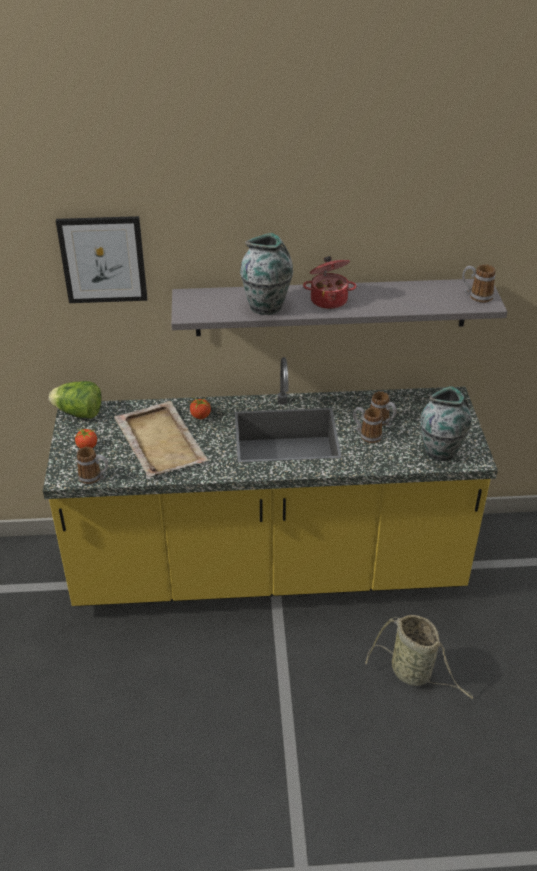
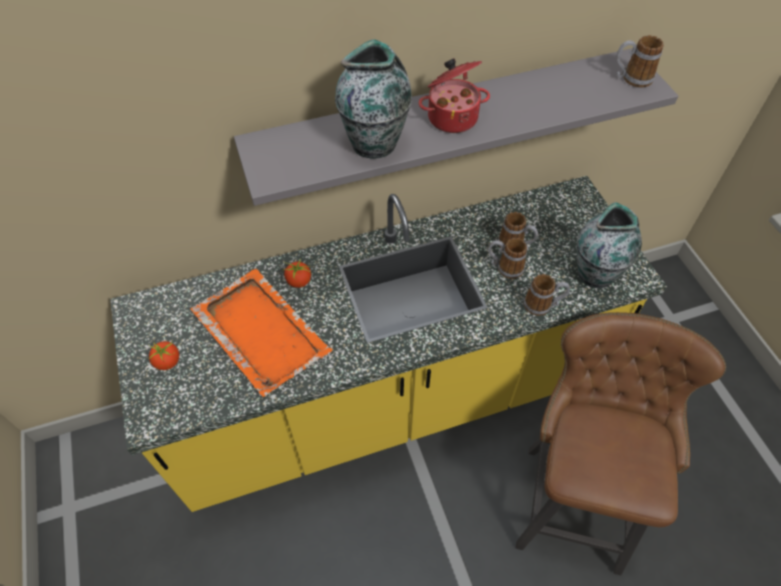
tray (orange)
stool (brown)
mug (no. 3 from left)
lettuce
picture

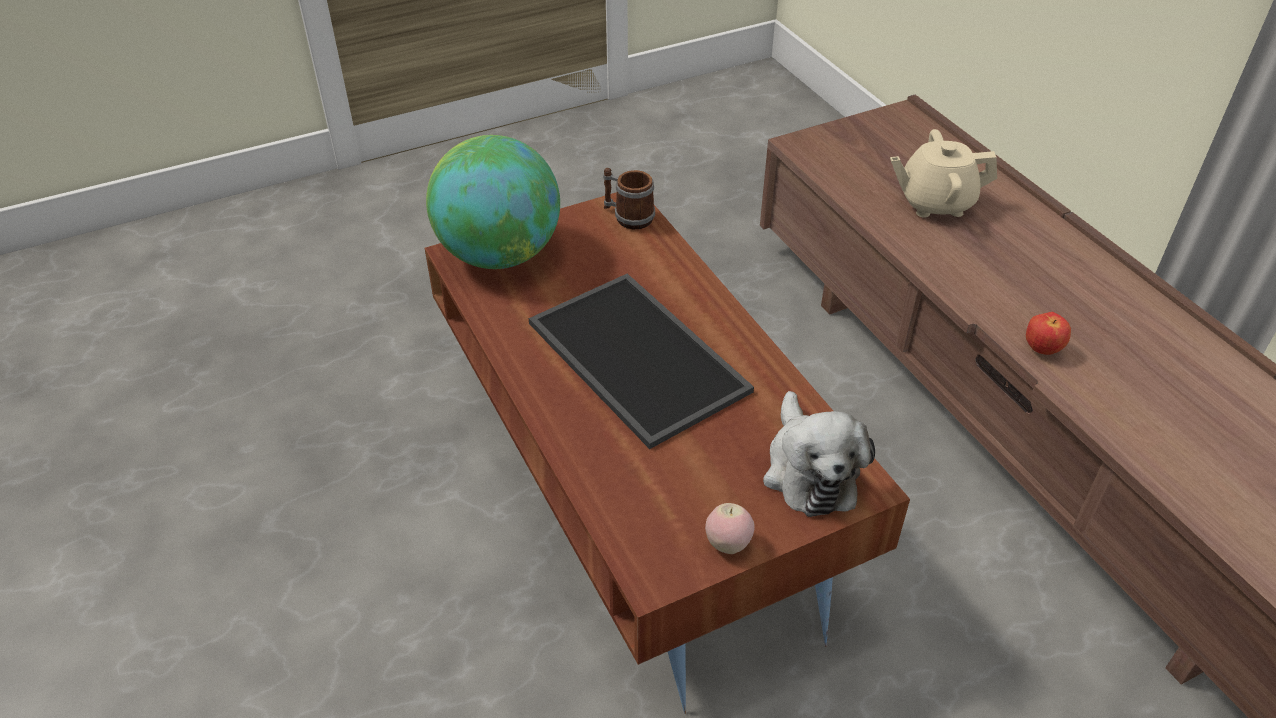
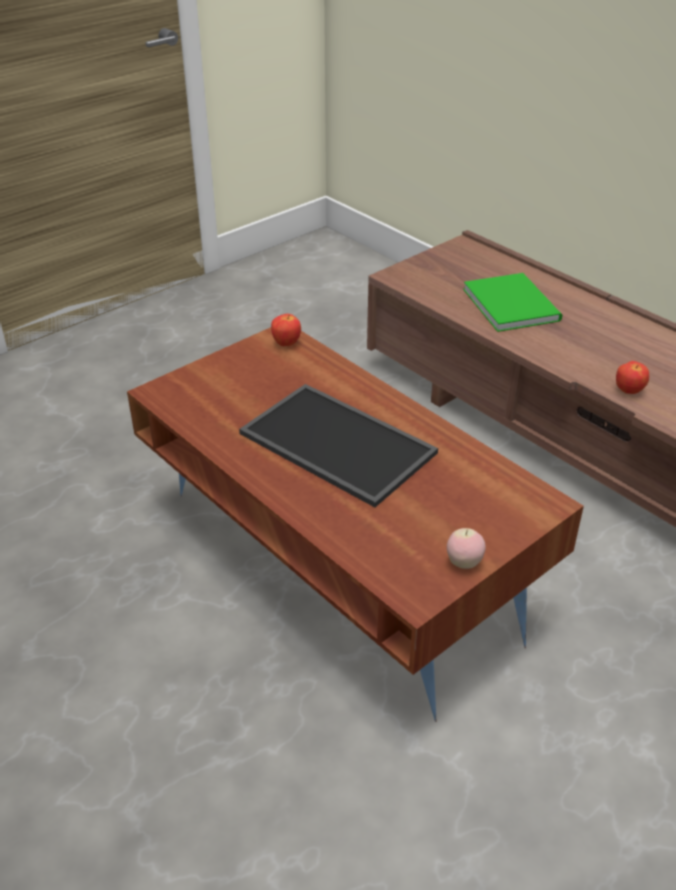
apple (no. 1 from left)
book (green)
globe
plush toy

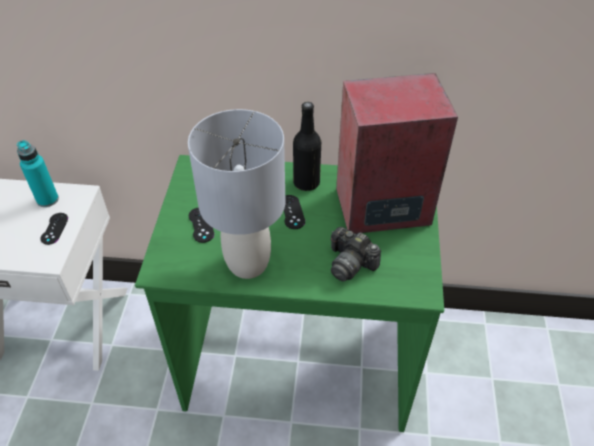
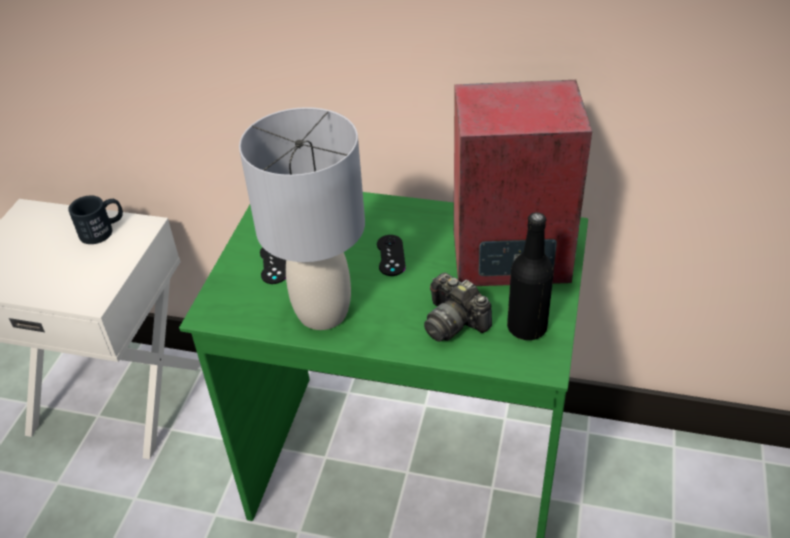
mug (black)
bottle (black)
game controller (black) (no. 1 from left in the first image)

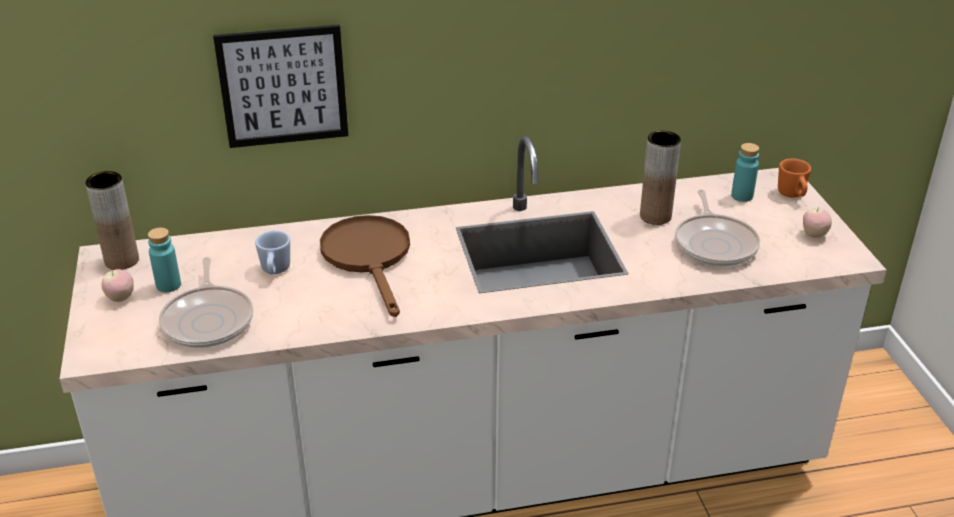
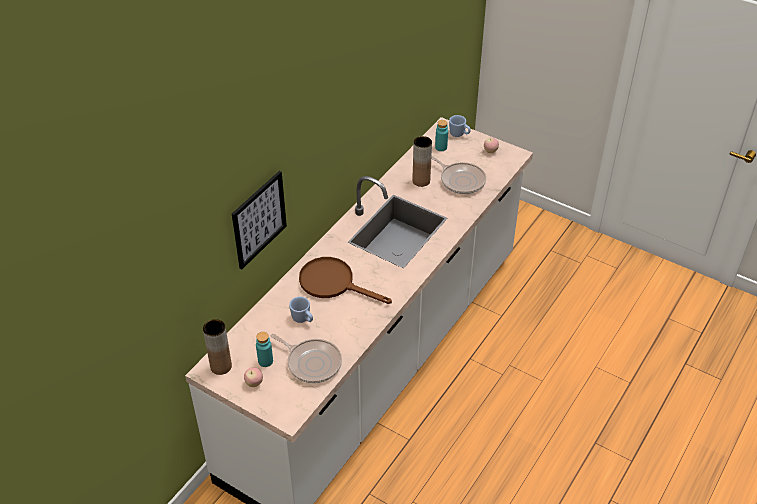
mug (blue) (no. 2 from left)

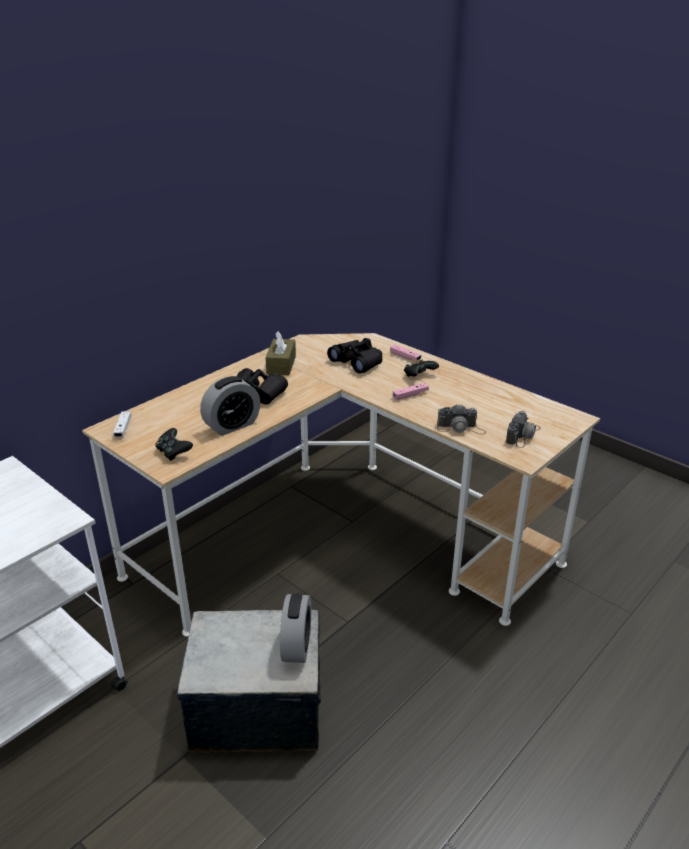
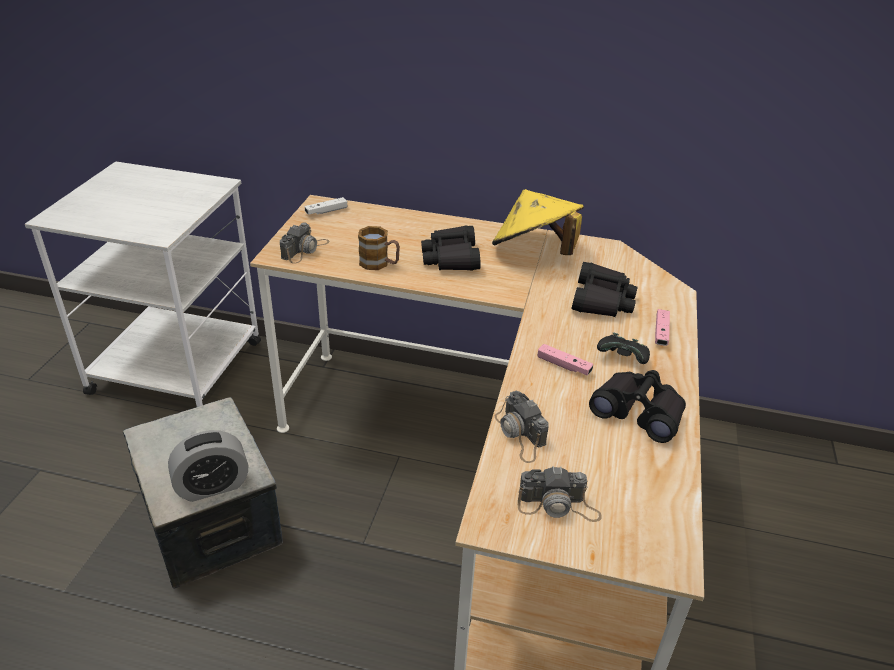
photo camera (no. 1 from left)
mug
hat (yellow)
binoculars (black) (no. 3 from left)

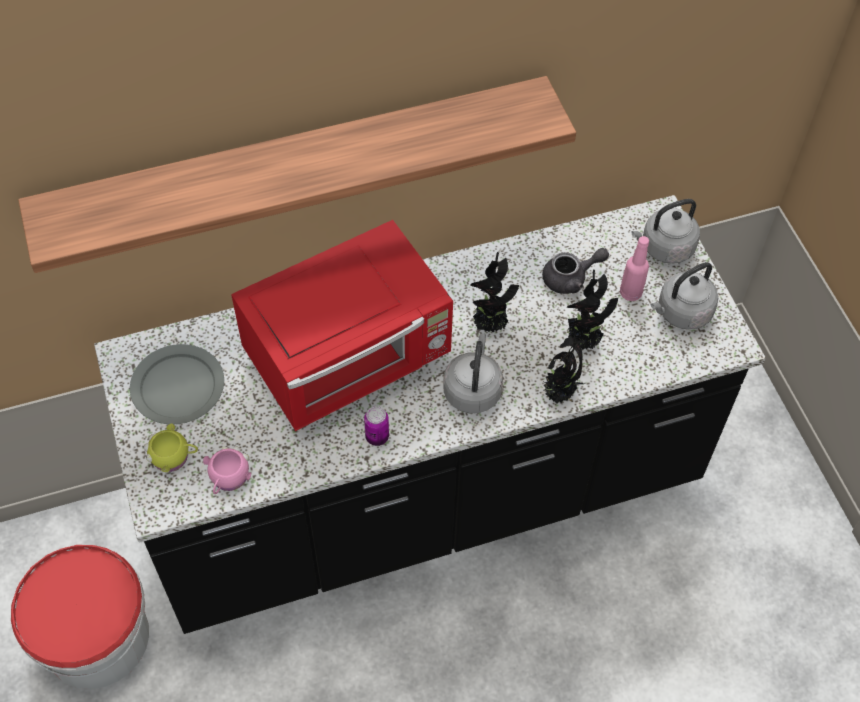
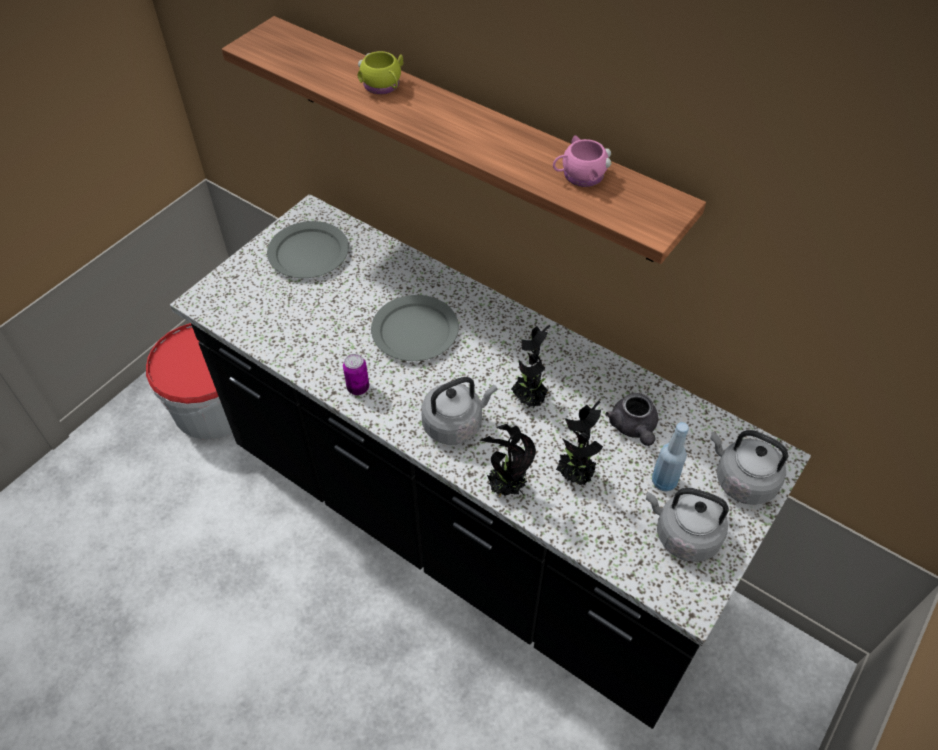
mug (yellow)
plate (grey) (no. 2 from left)
mug (pink)
teapot (grey)
bottle (blue)

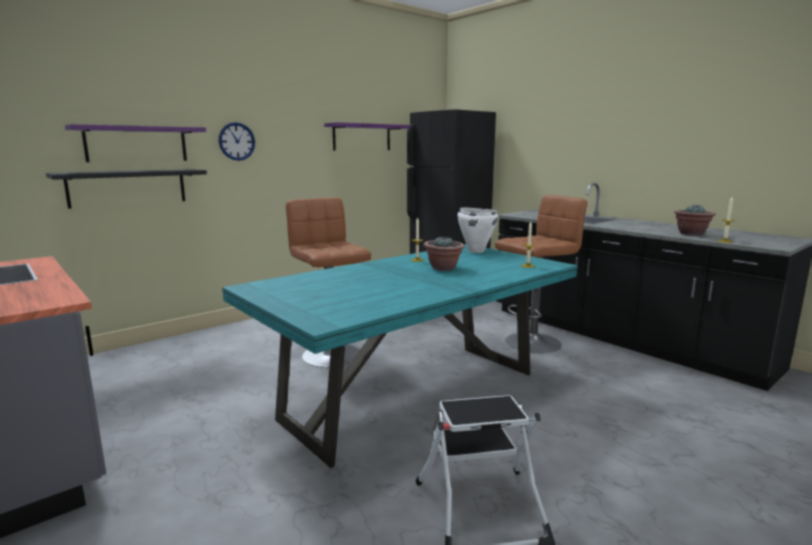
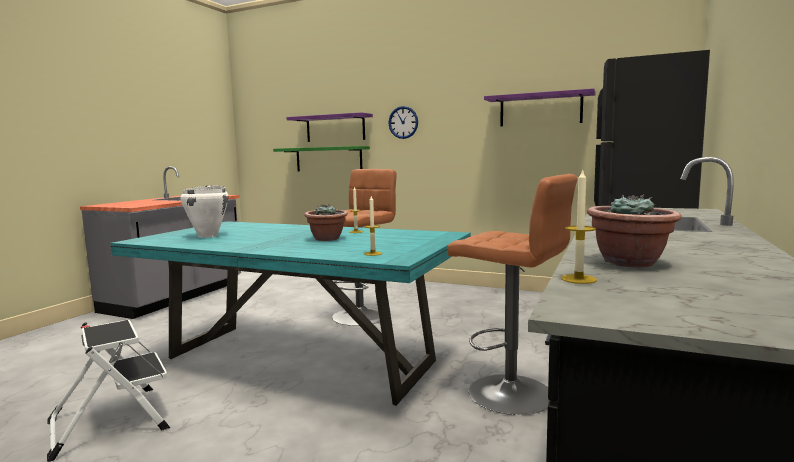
cooking pot (white)
shelf (green)

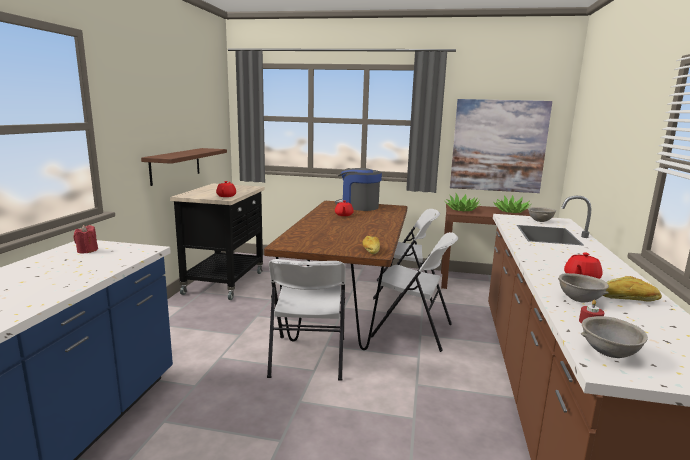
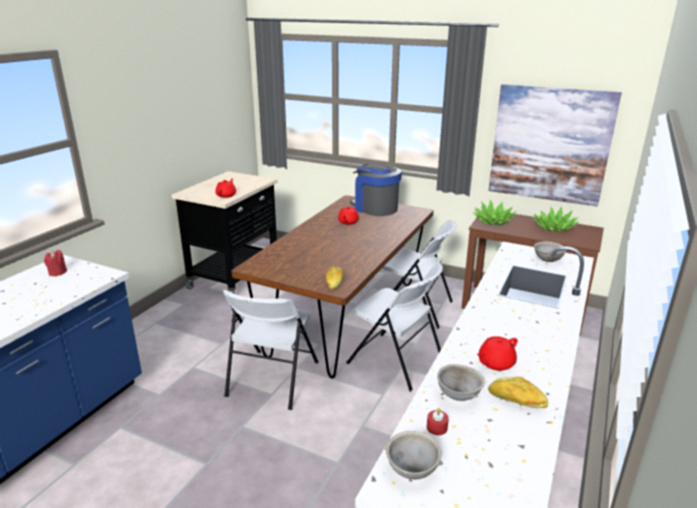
shelf

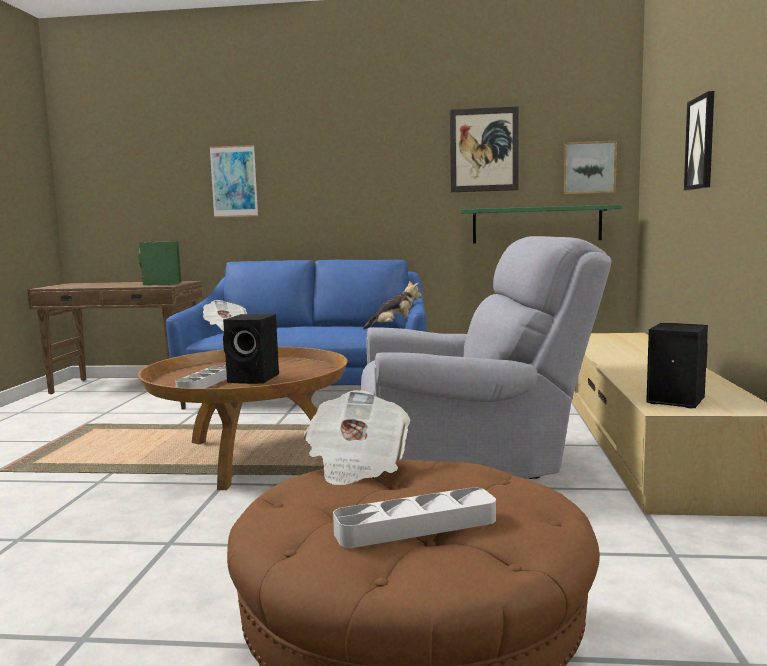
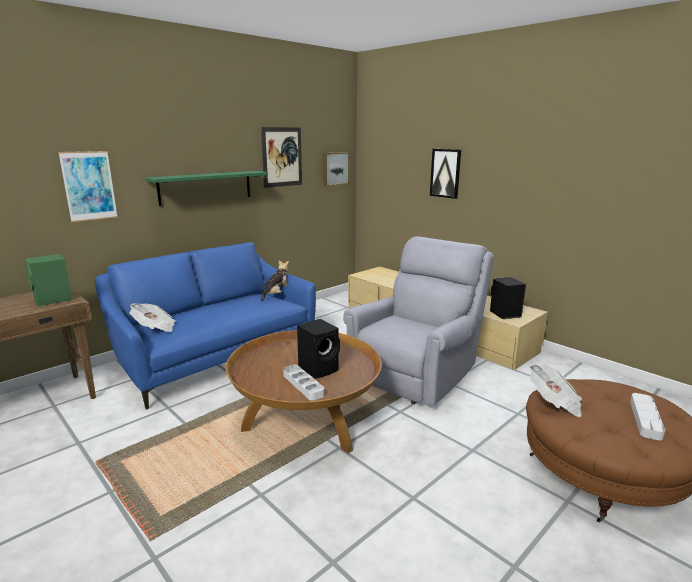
shelf (green)

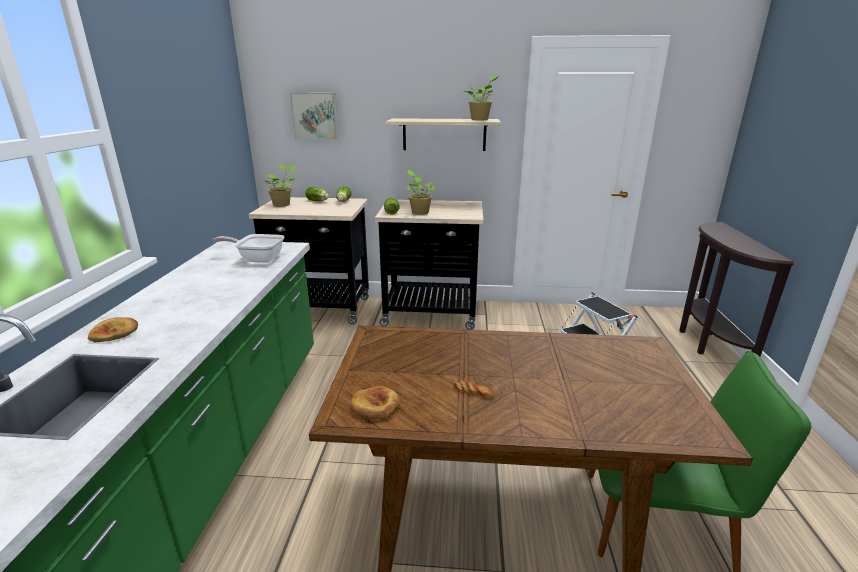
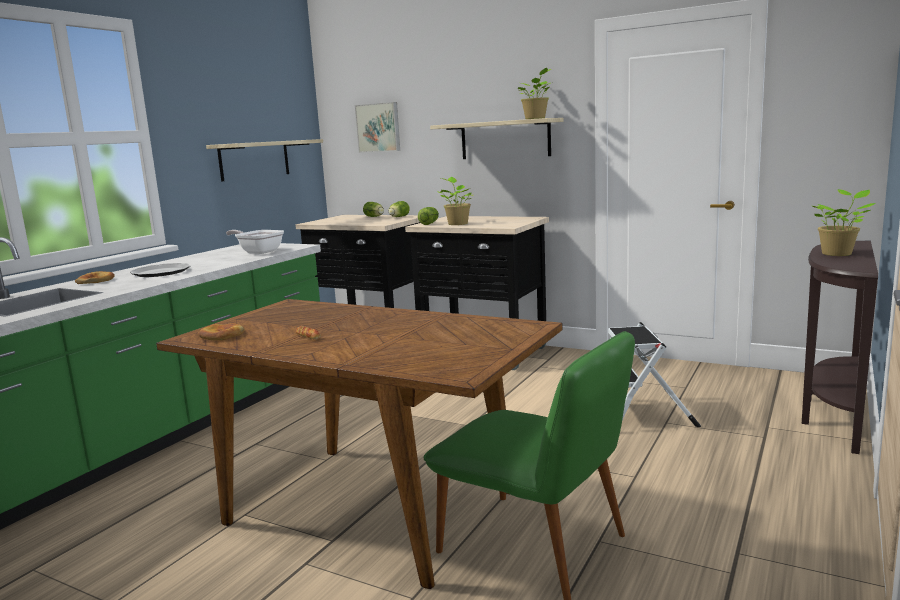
plate
shelf (no. 1 from left)
potted plant (no. 3 from left)

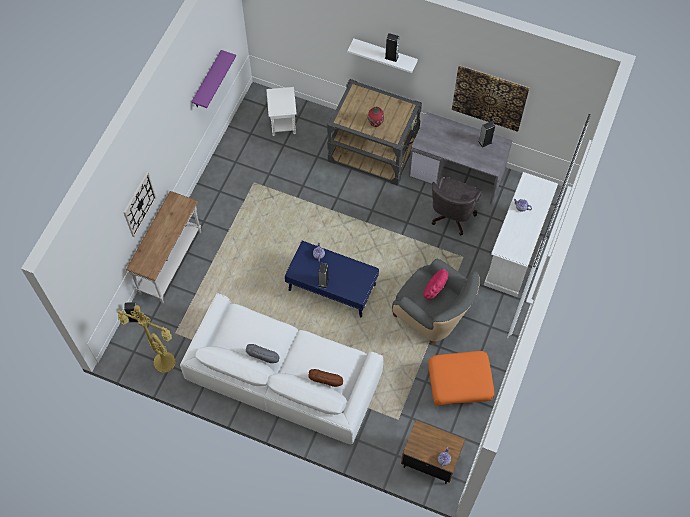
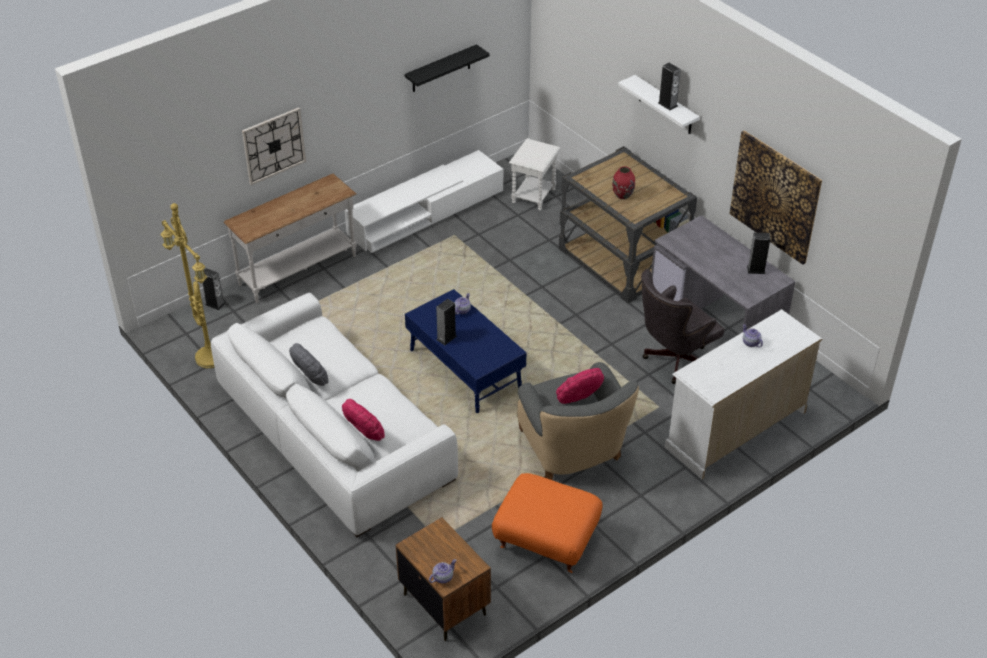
pillow (pink) (no. 1 from left)
tv stand (white)
shelf (black)

